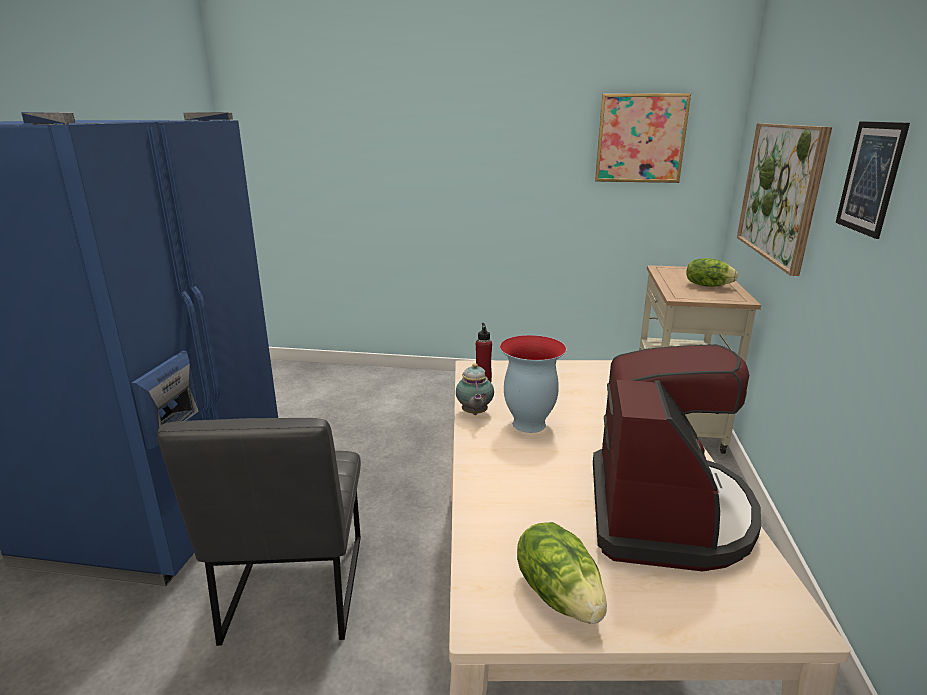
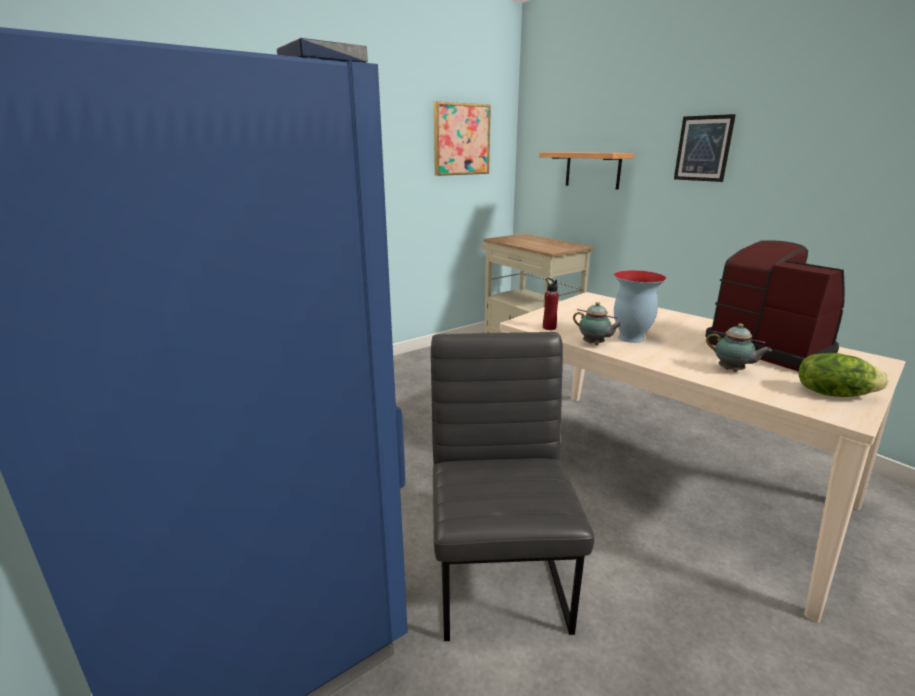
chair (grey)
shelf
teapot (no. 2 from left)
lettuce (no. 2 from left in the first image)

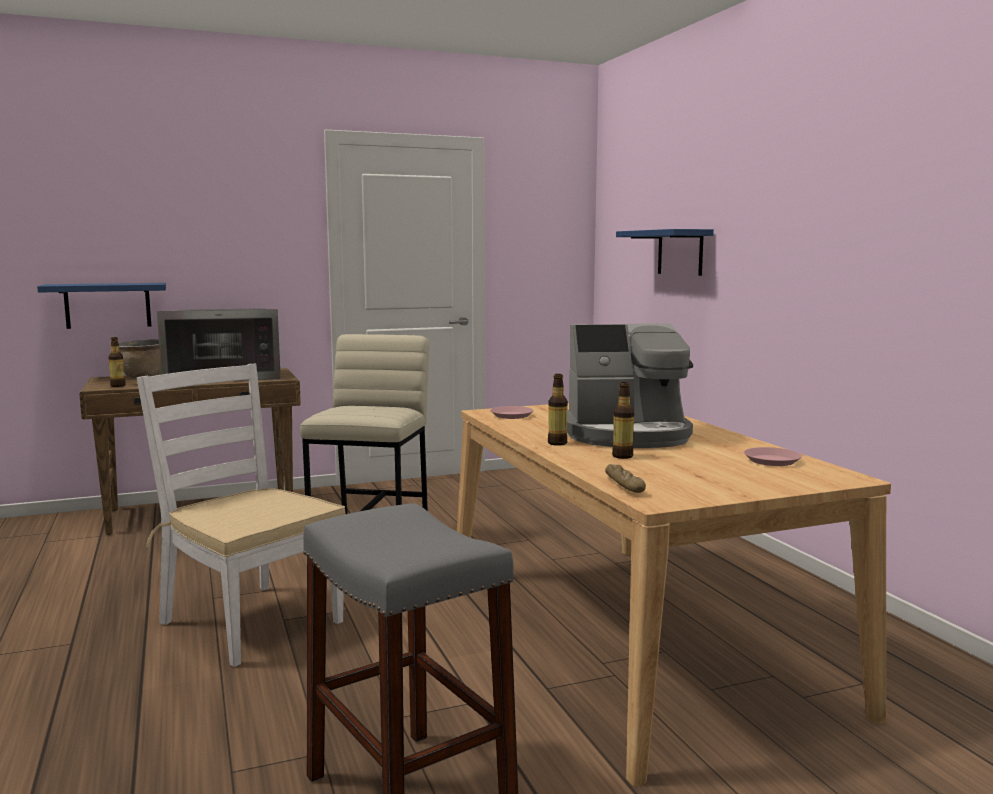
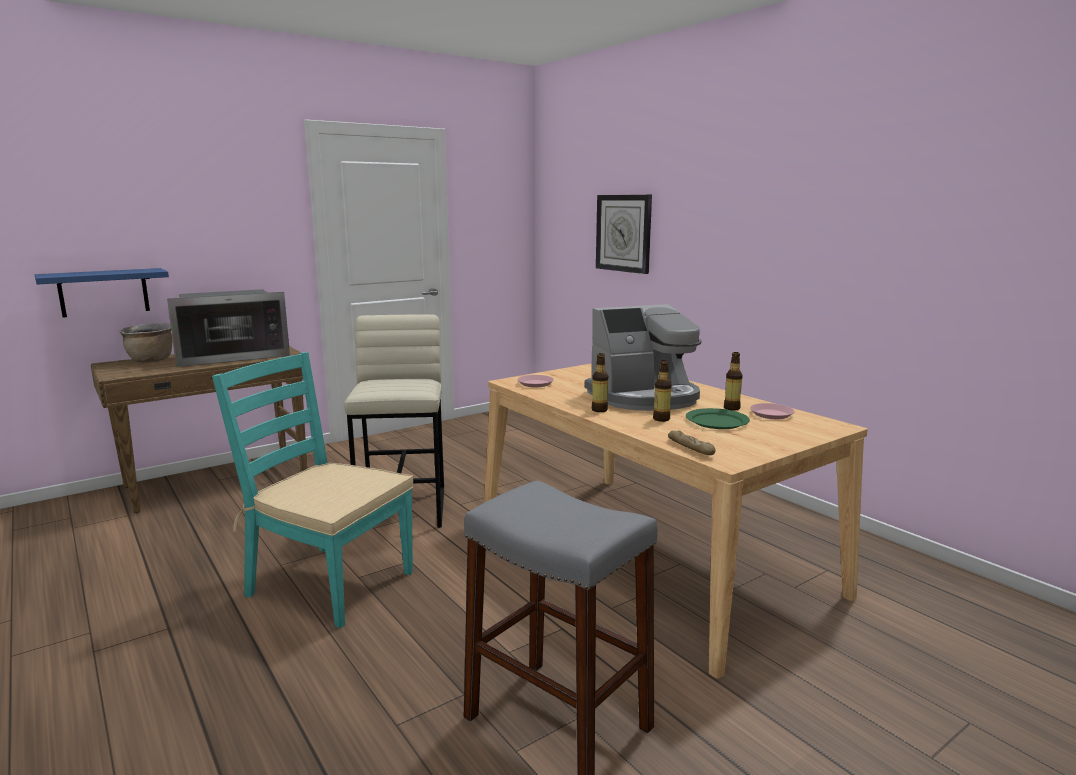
chair (turquoise)
wall clock
plate (green)
bottle (no. 3 from left)

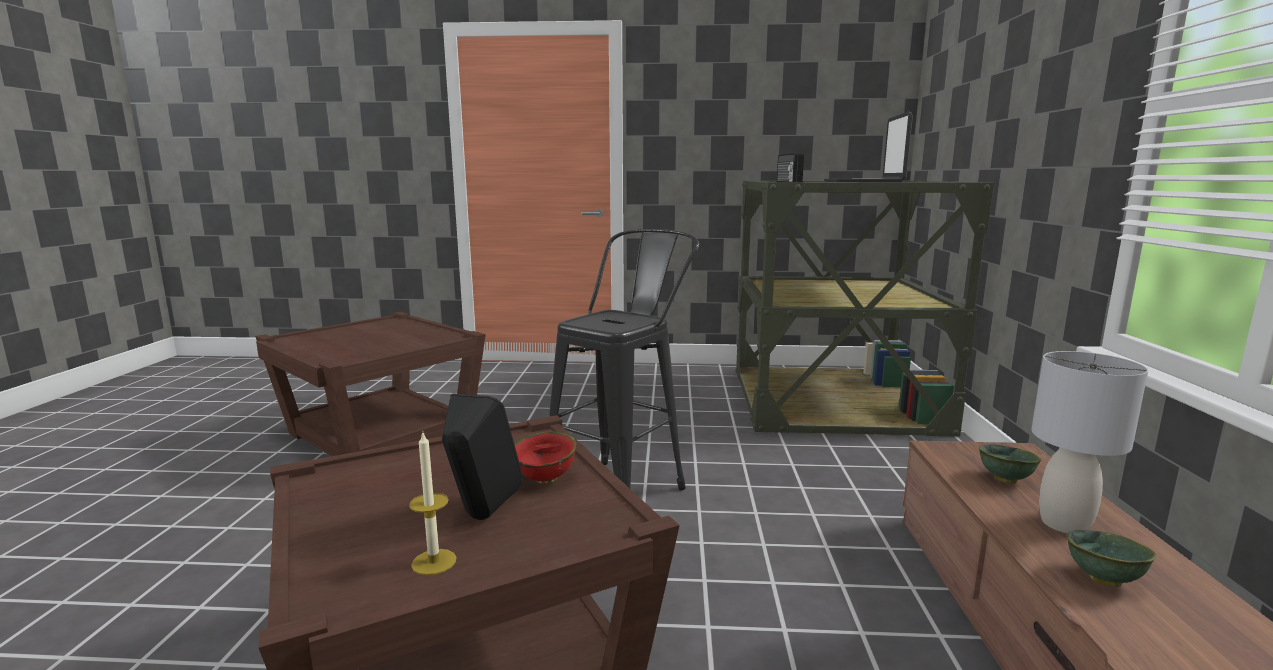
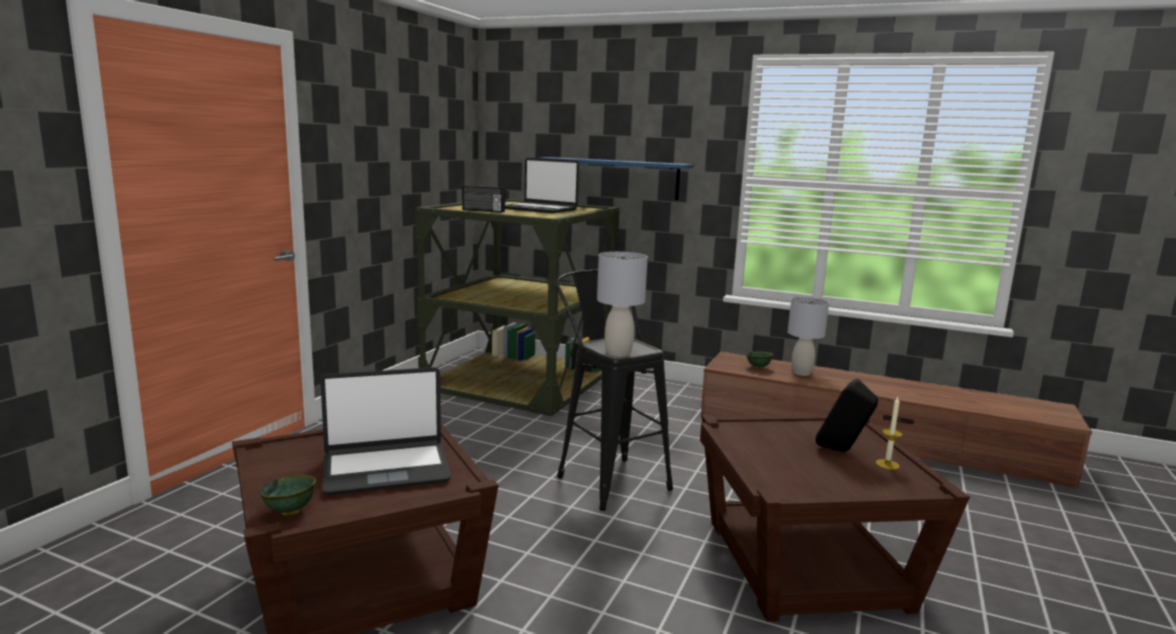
bowl (green) (no. 1 from left)
laptop (no. 1 from left)
shelf (blue)
table lamp (grey) (no. 1 from left)
bowl (red)

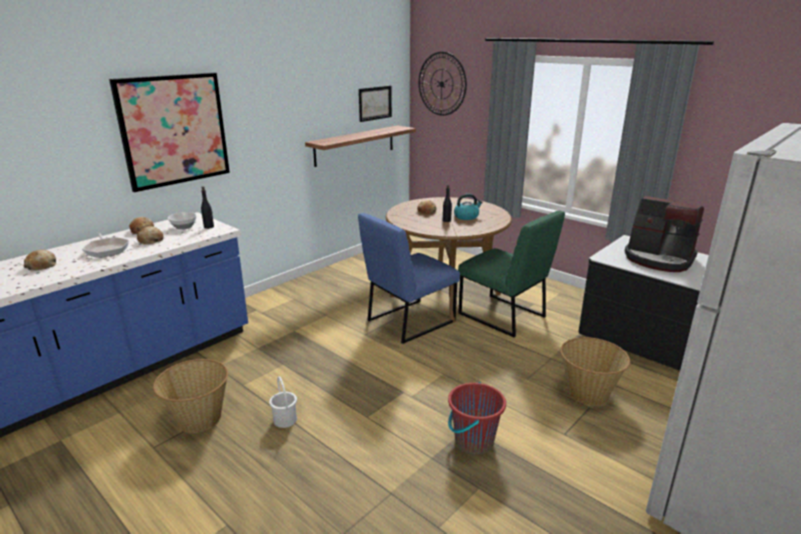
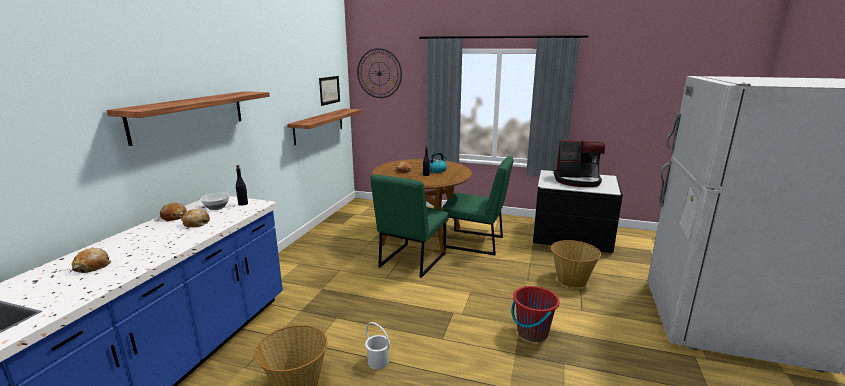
shelf (no. 1 from left)
chair (green) (no. 1 from left)
frying pan

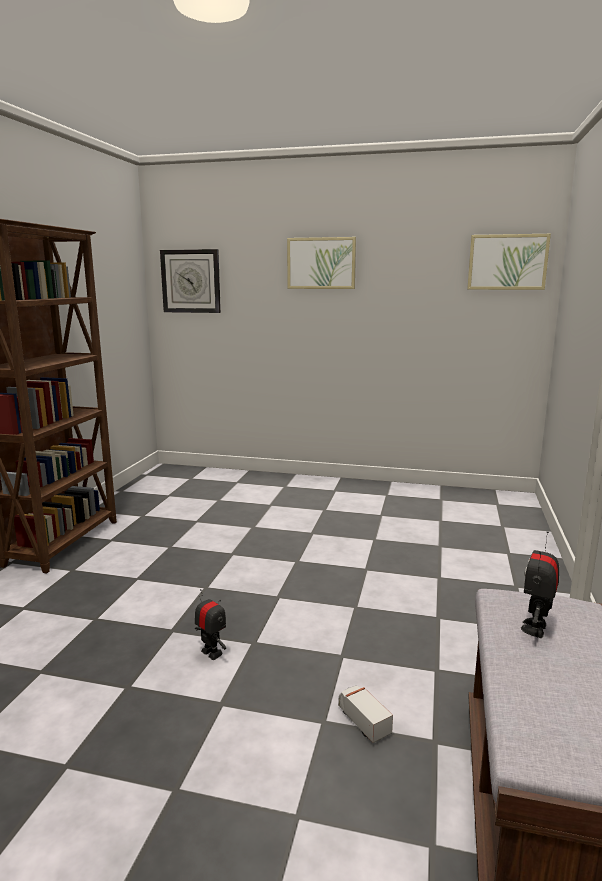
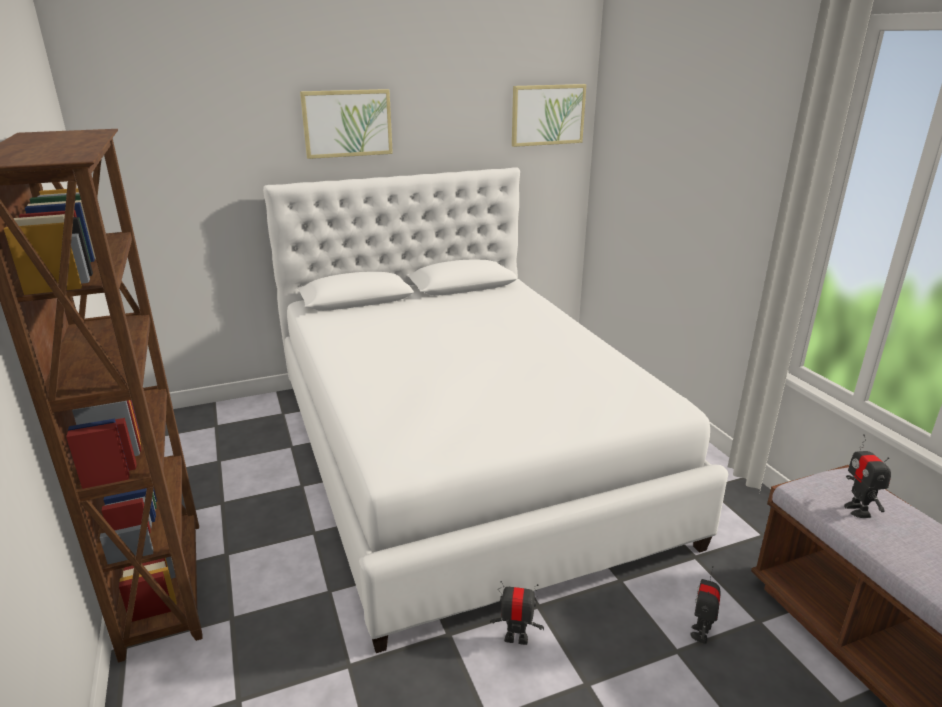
bed (white)
toy robot (no. 2 from left)
wall clock

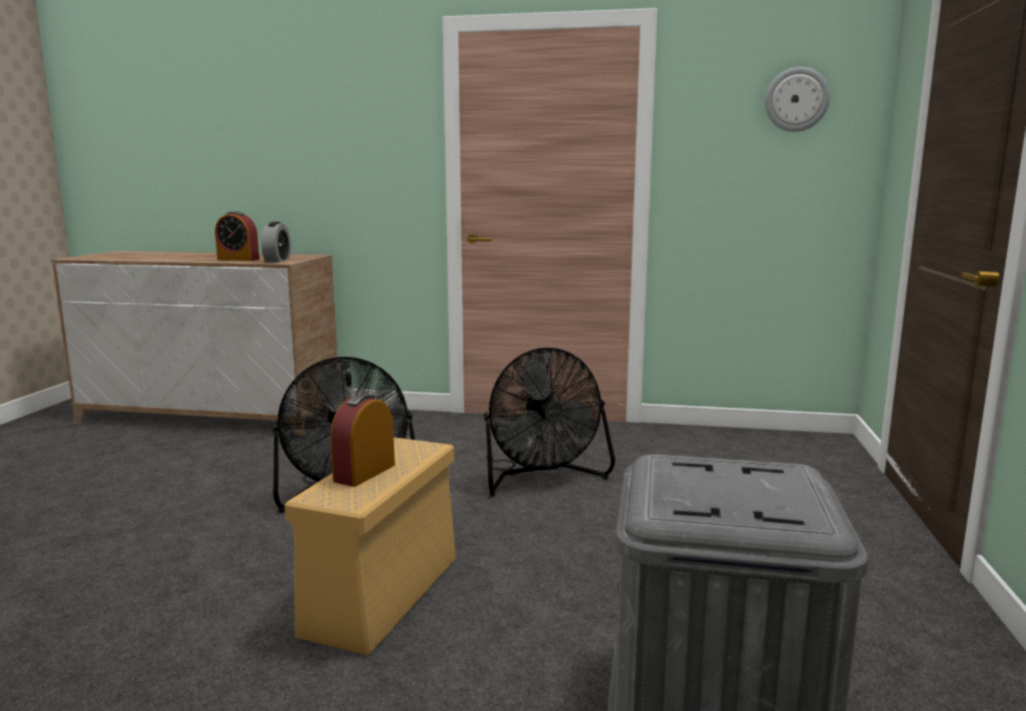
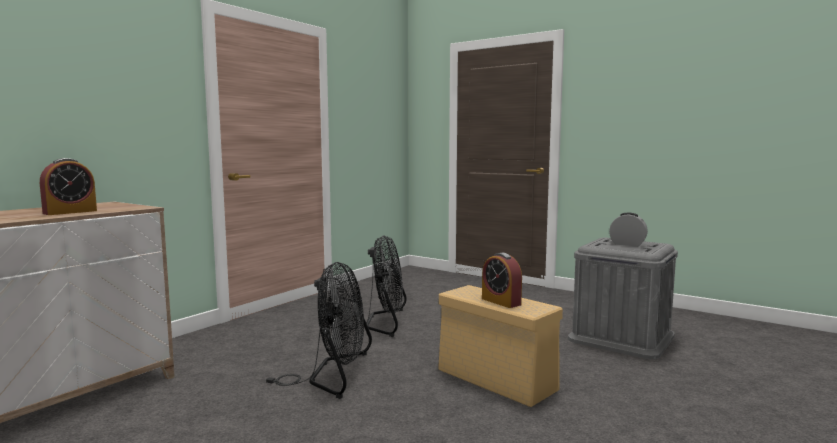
alarm clock (no. 3 from left)
wall clock

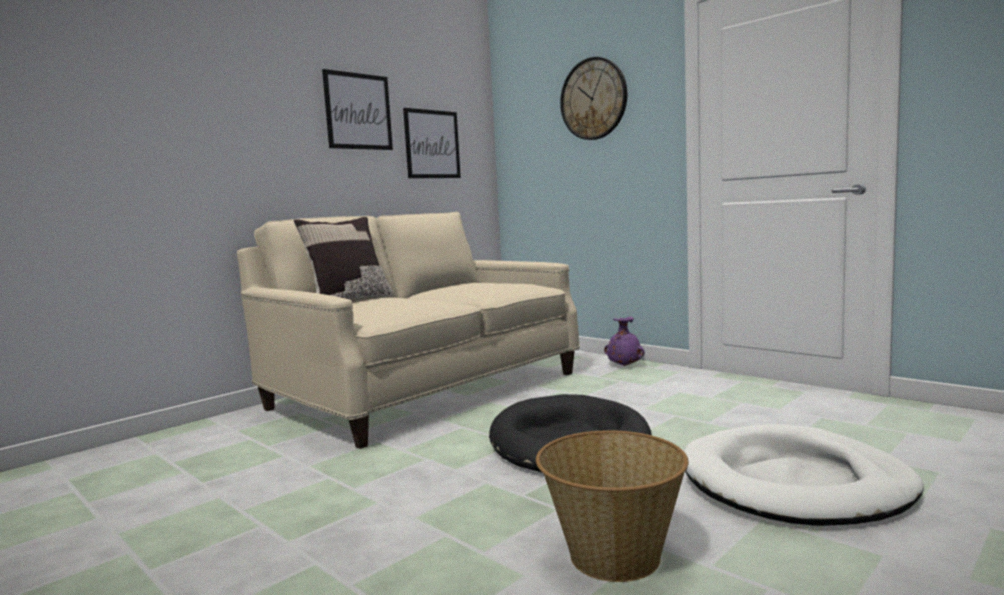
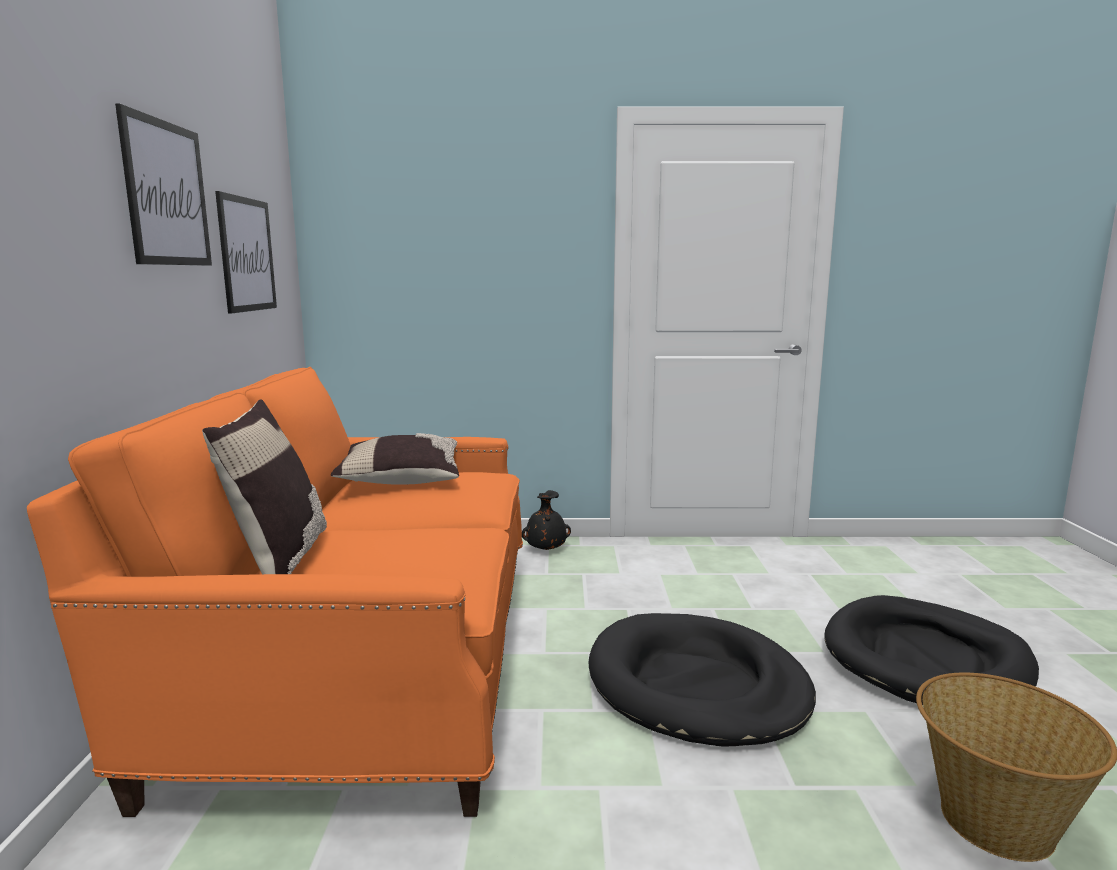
sofa (orange)
pillow (no. 2 from left)
vase (black)
dog bed (black) (no. 2 from left)
wall clock

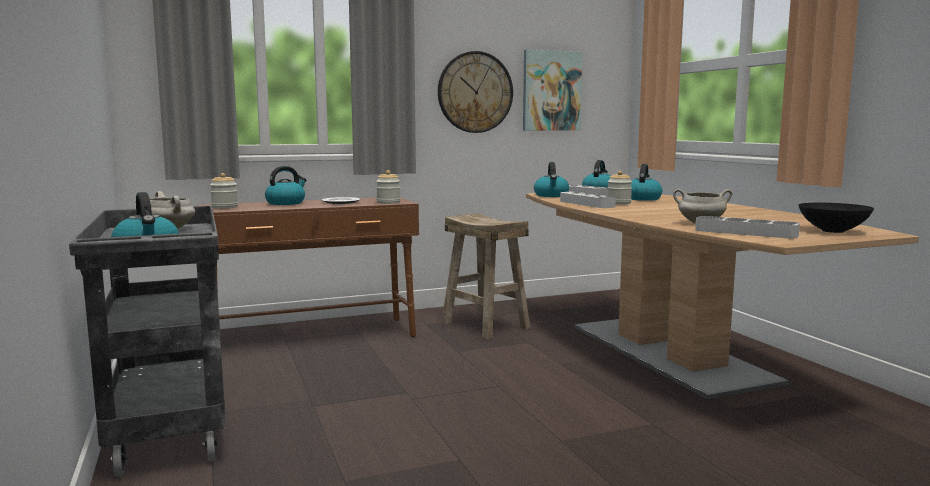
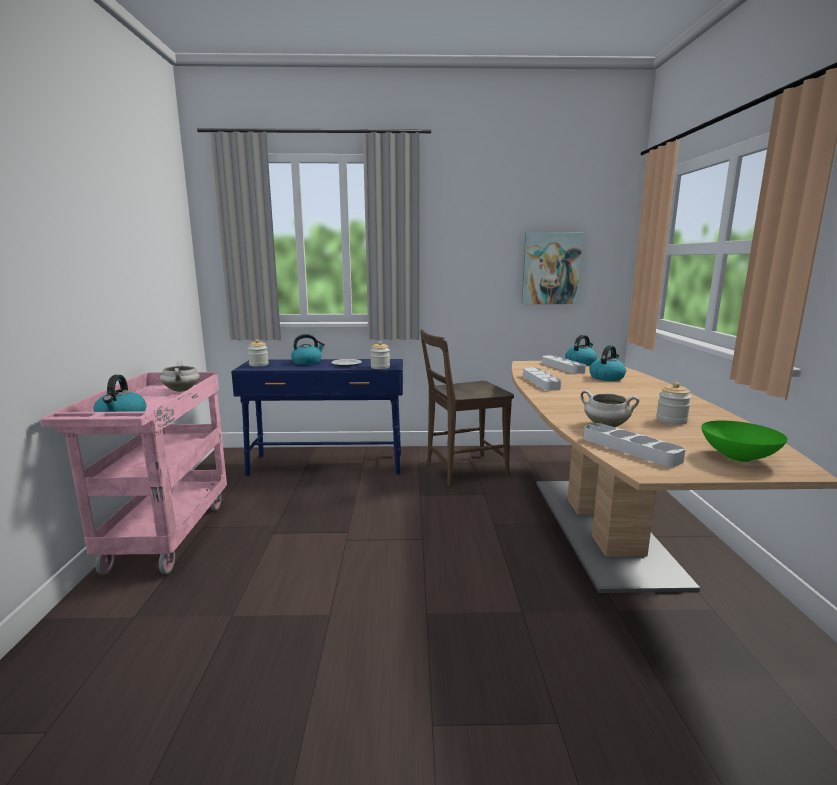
cart (pink)
console table (blue)
chair (brown)
jar (no. 3 from left)
bowl (green)
wall clock
kettle (no. 3 from left in the first image)

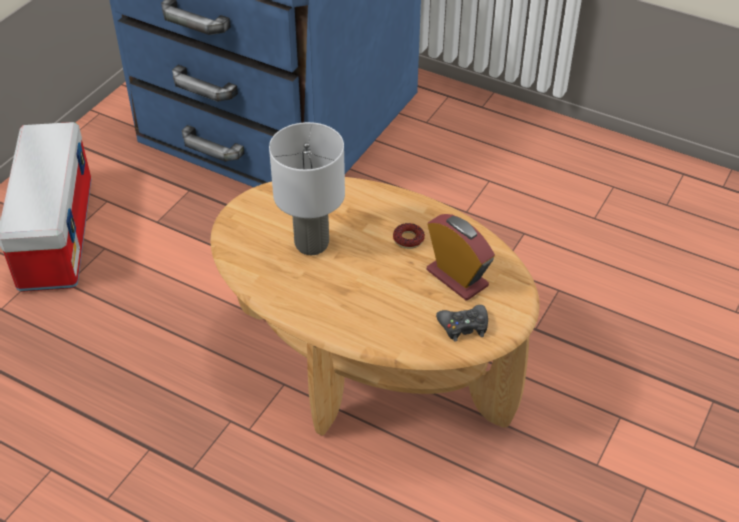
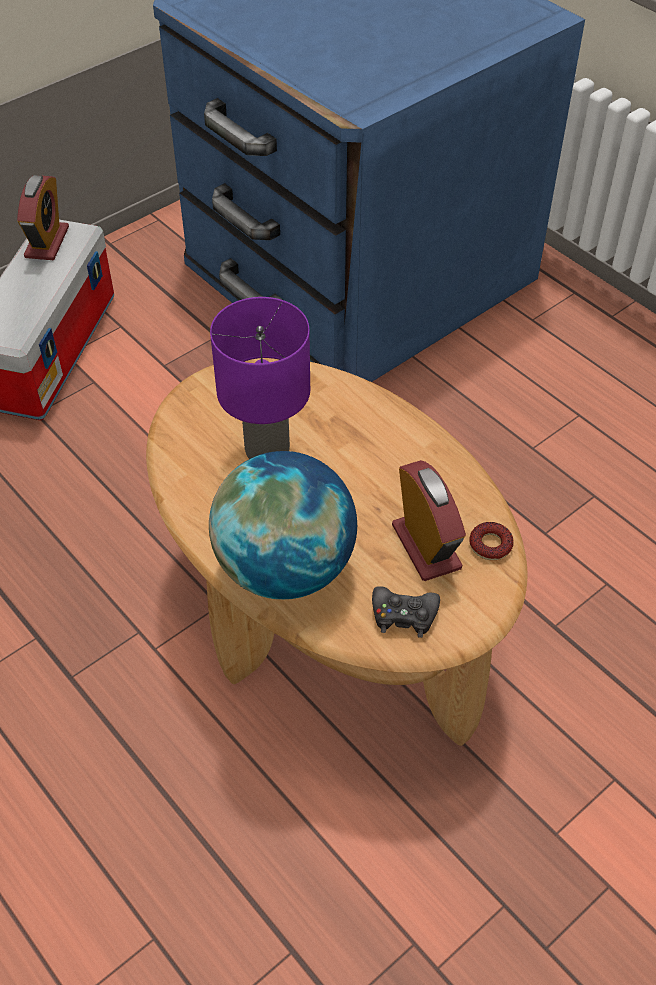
alarm clock (no. 1 from left)
globe
table lamp (purple)
donut

